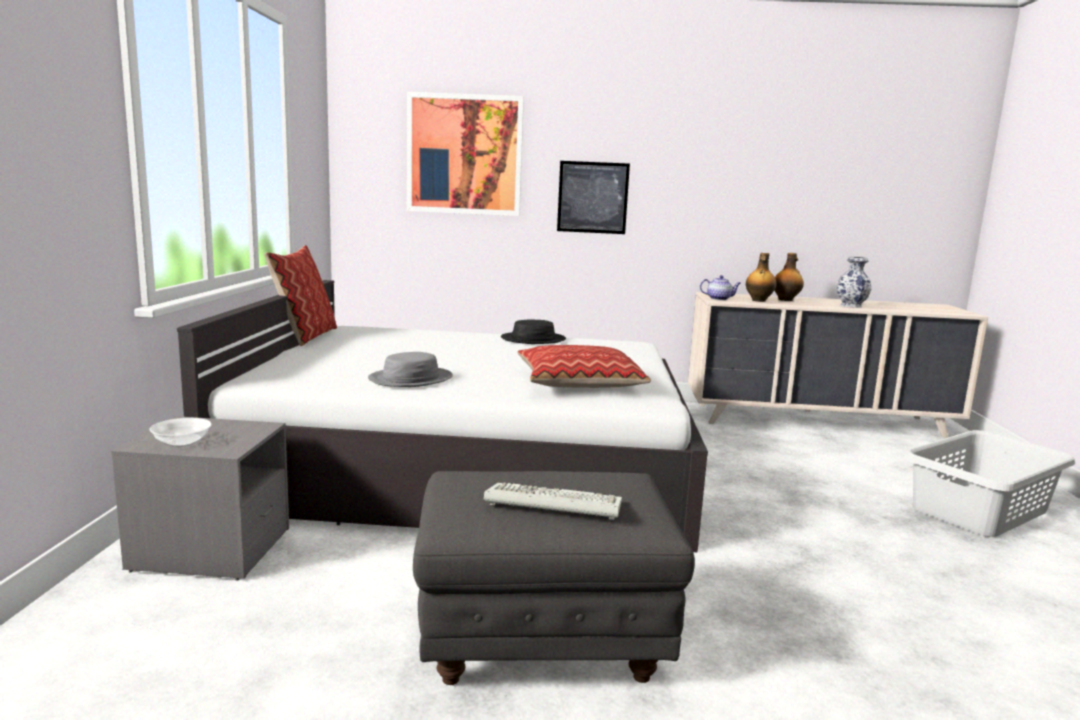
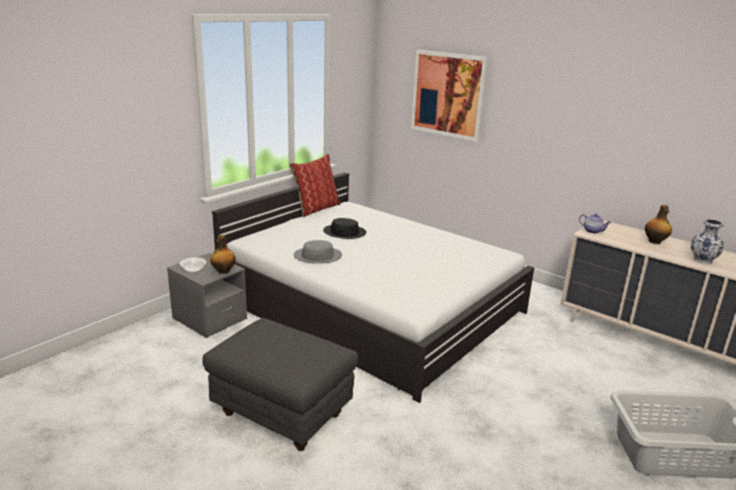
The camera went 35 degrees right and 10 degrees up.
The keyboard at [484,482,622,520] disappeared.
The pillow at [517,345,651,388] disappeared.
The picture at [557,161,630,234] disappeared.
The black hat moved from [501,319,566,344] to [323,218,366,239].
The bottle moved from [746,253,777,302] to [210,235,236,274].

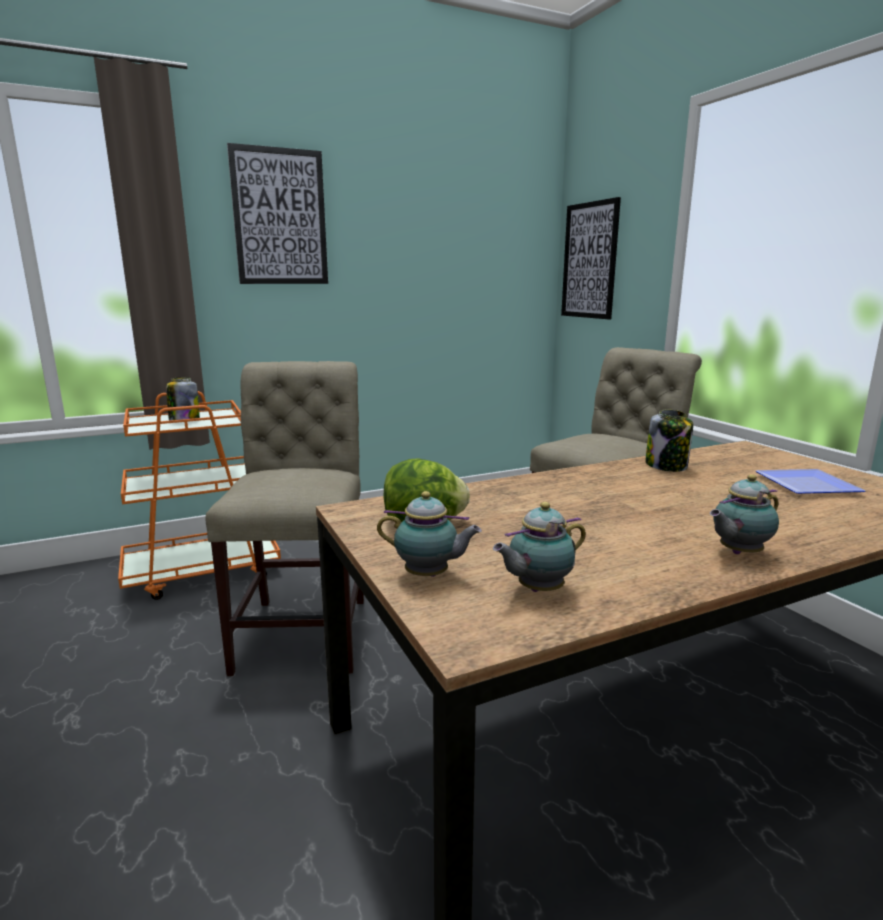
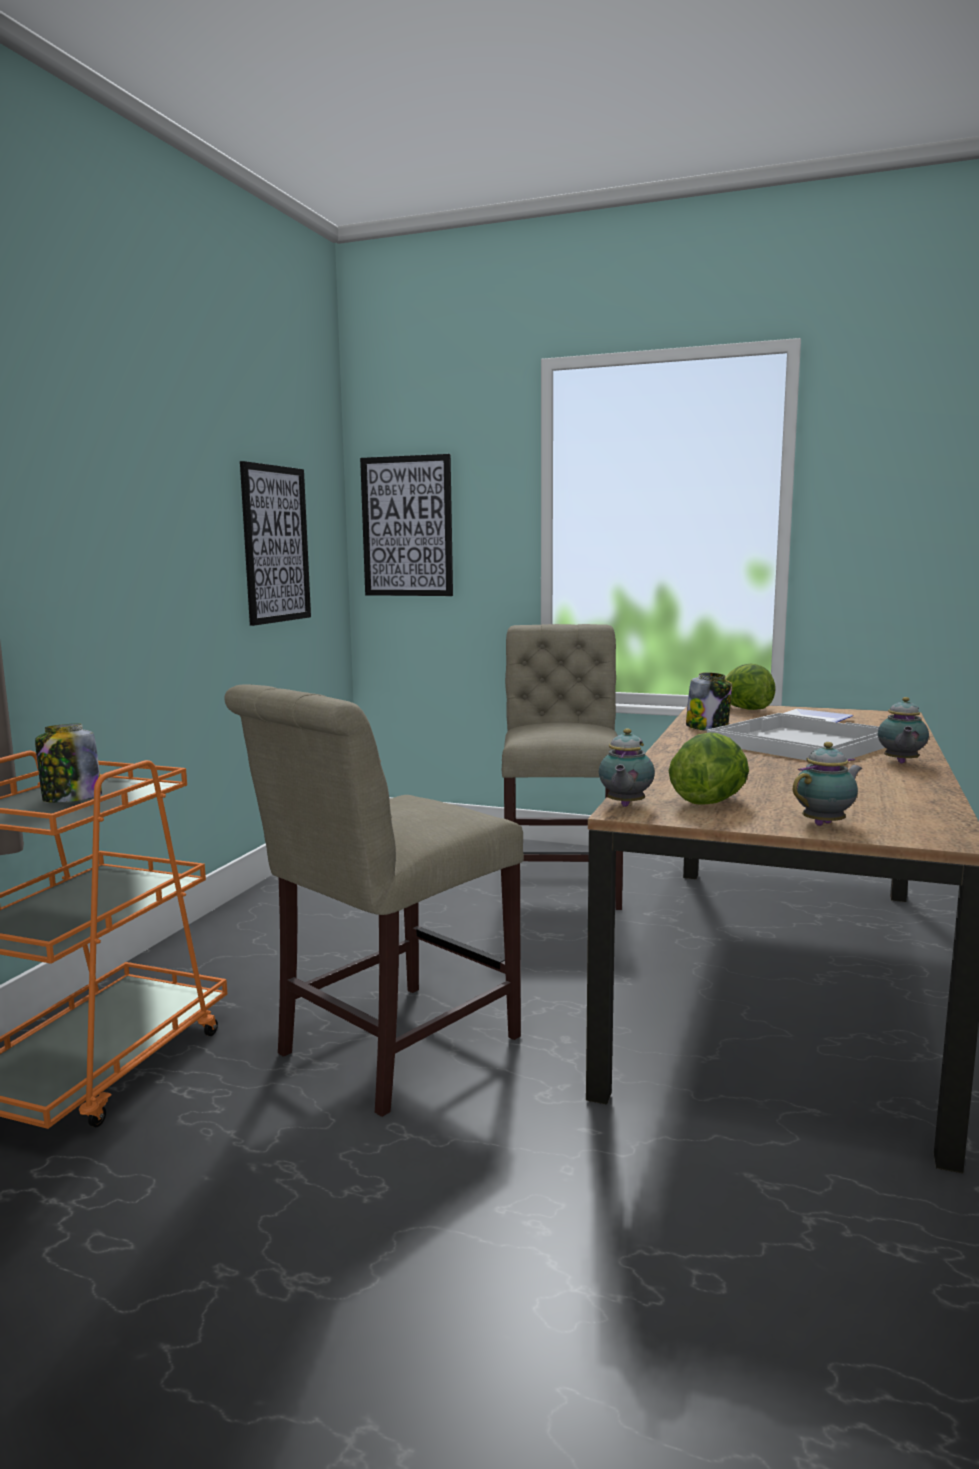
The camera went 45 degrees left and 5 degrees down.
The white tray at [707,713,885,760] appeared.
The lettuce at [725,664,776,710] appeared.
The picture moved from [227,143,328,284] to [240,461,311,626].
The teapot moved from [493,502,586,592] to [599,728,655,807].
The beige chair at [205,361,364,676] turned 90 degrees counterclockwise.

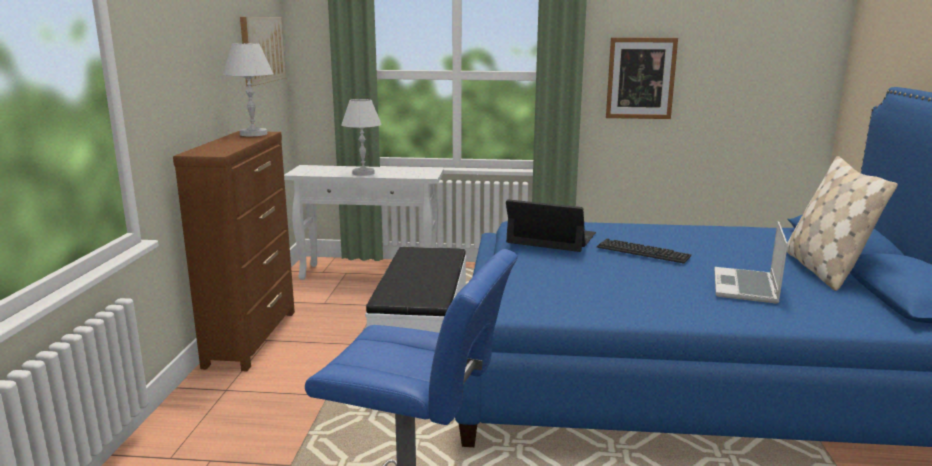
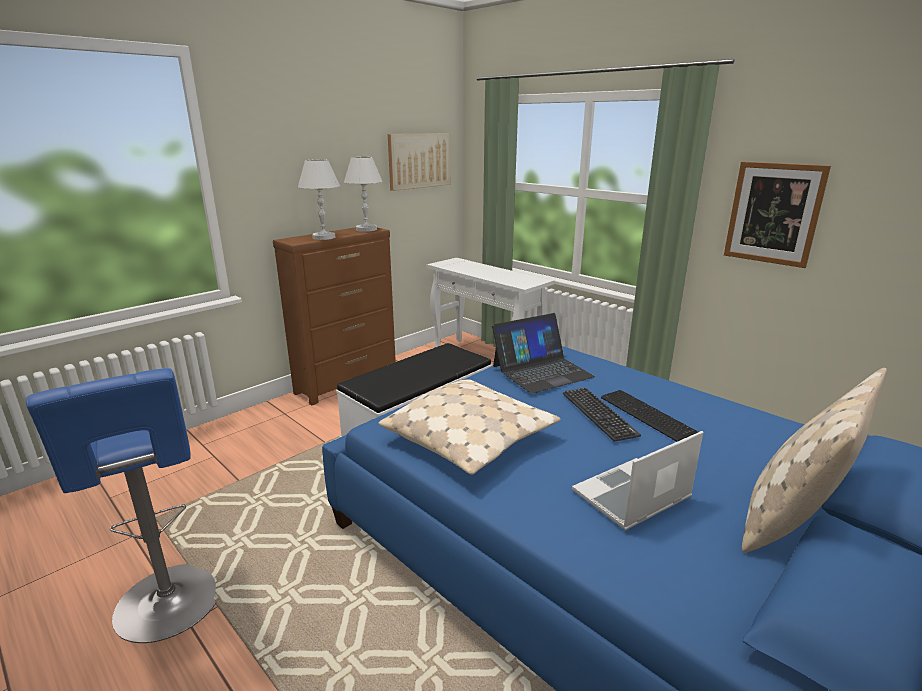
The camera went 40 degrees right and 5 degrees up.
The beige pillow at [378,379,561,475] appeared.
The keyboard at [601,390,698,442] appeared.
The white table lamp moved from [341,99,381,176] to [298,159,340,240].
The laptop at [506,199,596,252] turned 90 degrees clockwise.

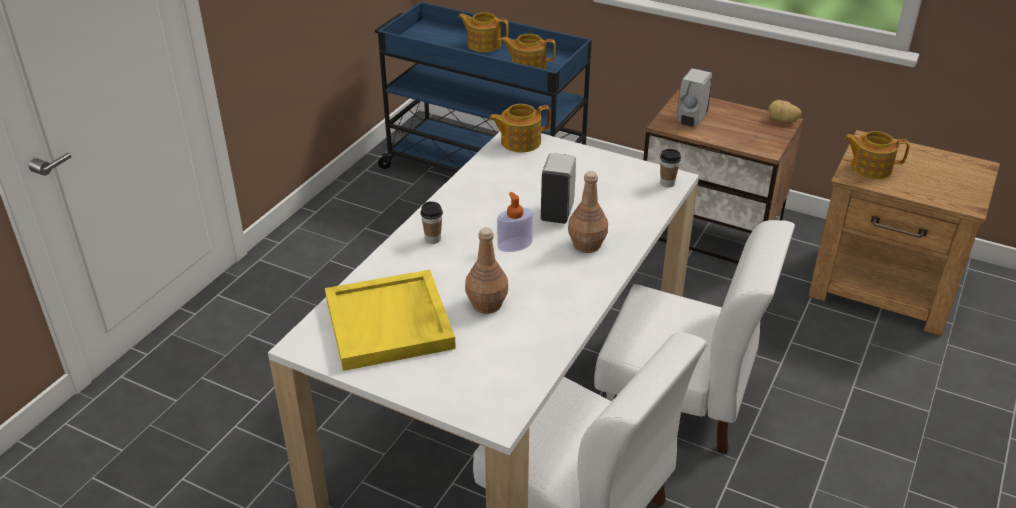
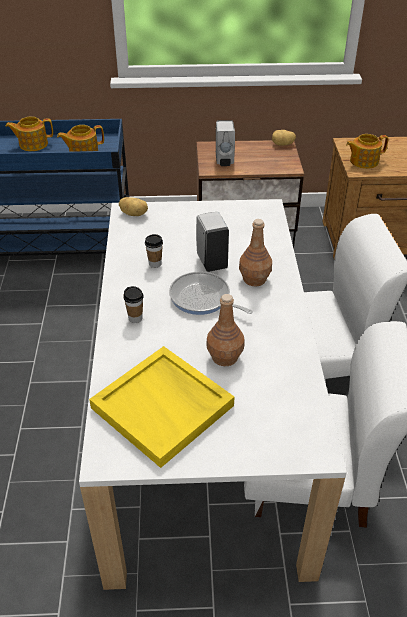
The camera went 30 degrees left and 5 degrees up.
The cup moved from [660,149,681,188] to [145,234,163,268].
The teapot at [489,104,551,152] was replaced by the potato at [119,197,148,216].
The soap dispenser at [497,192,533,252] was replaced by the frying pan at [169,271,253,315].

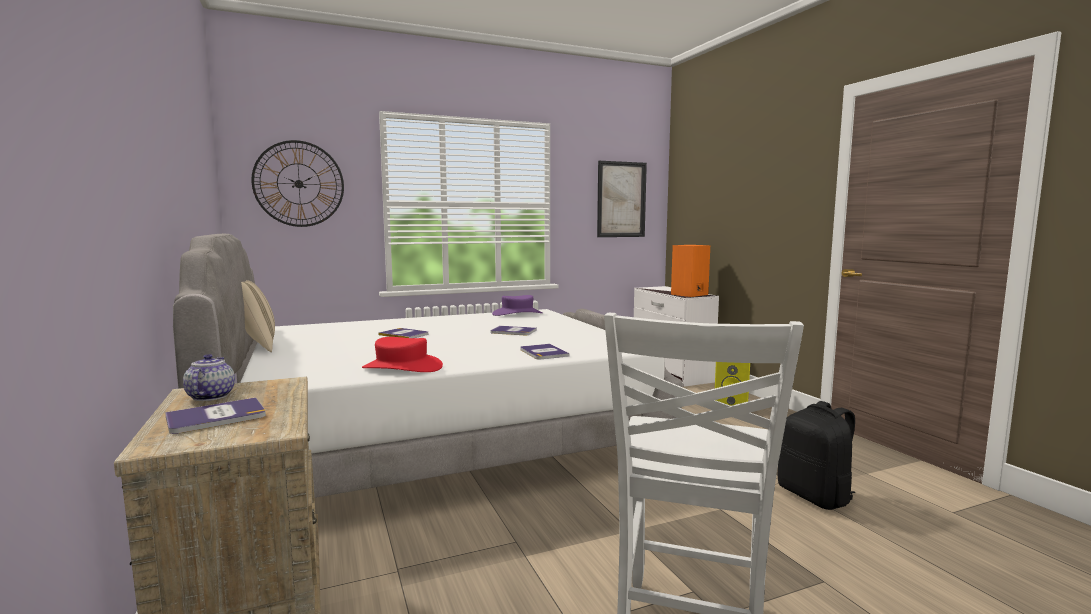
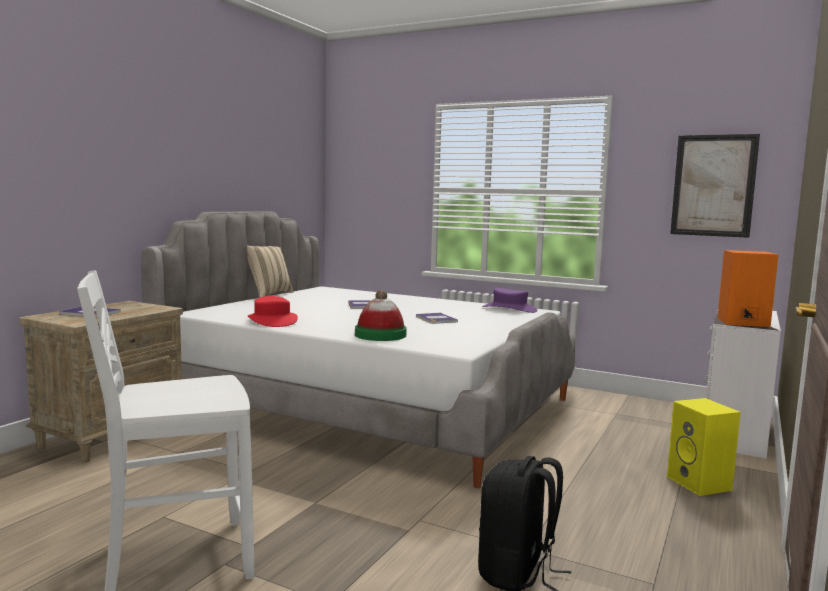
The camera went 50 degrees right and 0 degrees up.
The teapot at [183,354,235,401] disappeared.
The wall clock at [251,140,344,227] disappeared.
The book at [520,344,570,360] was replaced by the hat at [355,290,407,341].

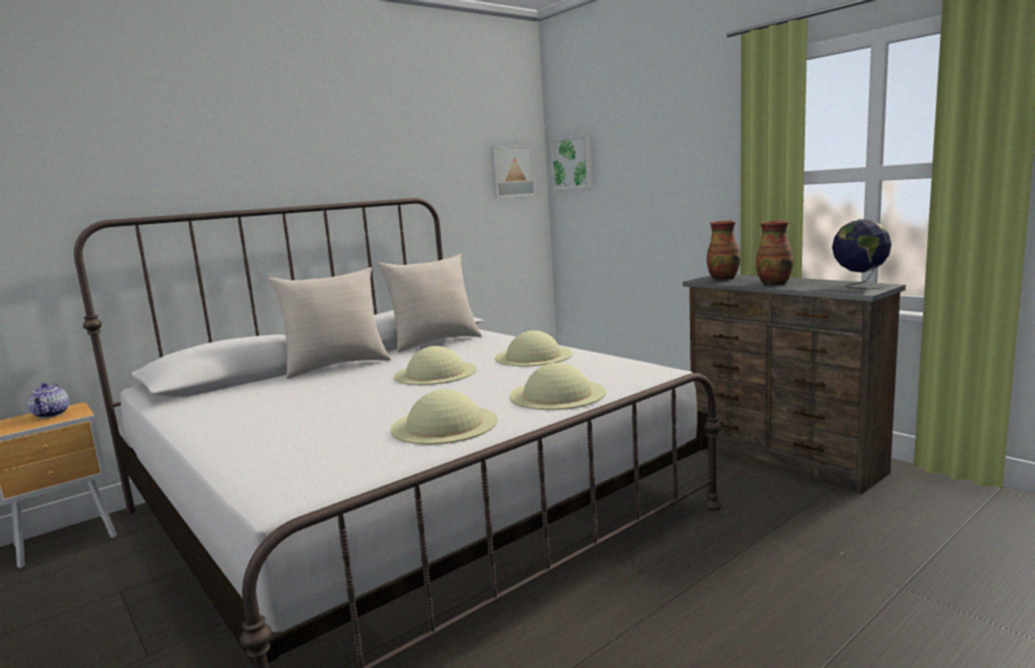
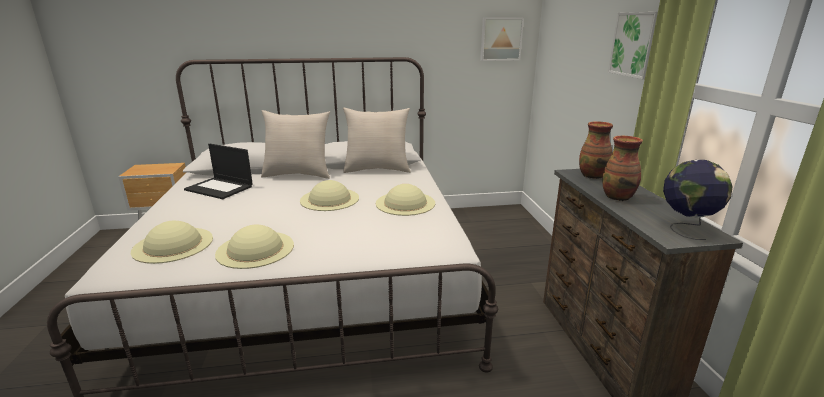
The camera went 30 degrees right and 10 degrees up.
The teapot at [28,383,69,418] disappeared.
The laptop at [184,144,253,199] appeared.
The beige hat moved from [509,363,606,410] to [131,221,213,264].
The picture moved from [550,135,592,190] to [608,12,658,79].

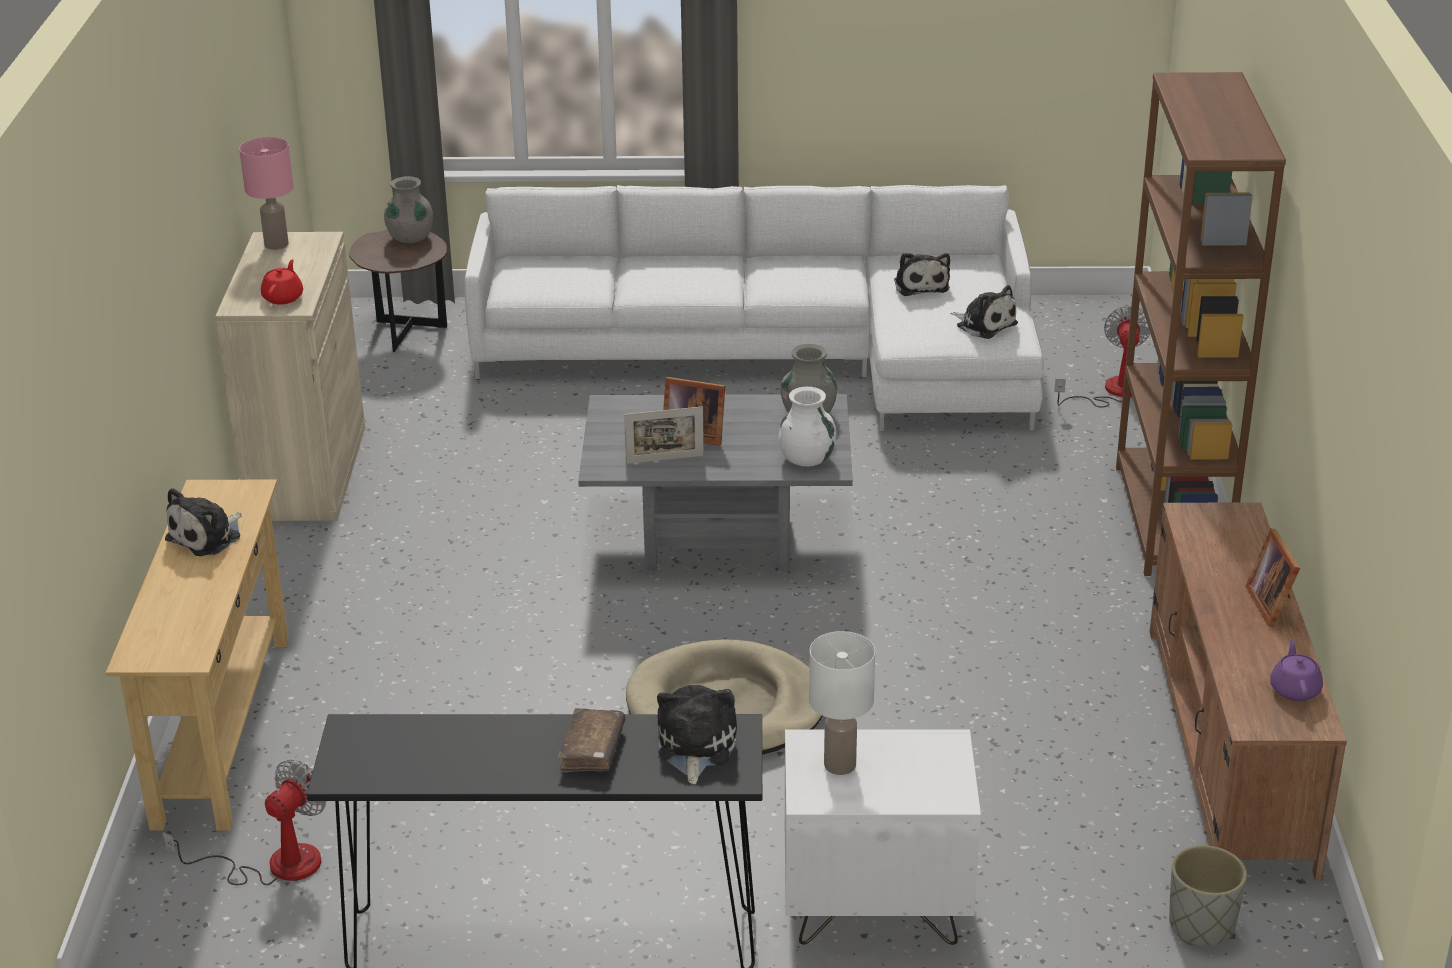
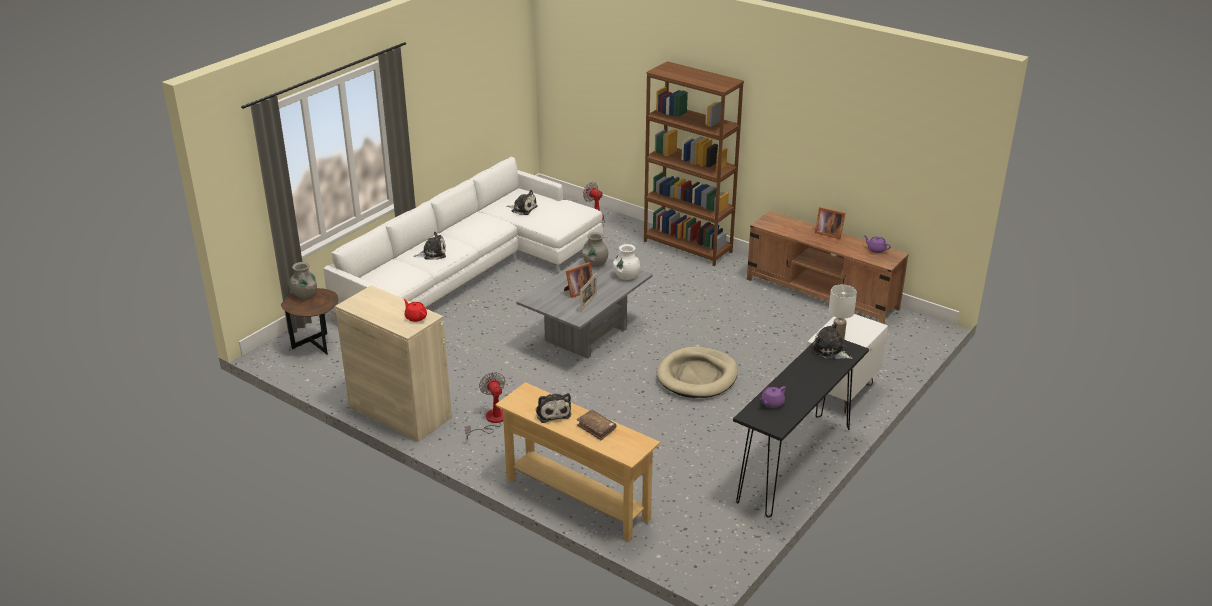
The camera went 55 degrees left and 0 degrees up.
The pink table lamp at [239,137,294,250] disappeared.
The grey planter at [1169,845,1247,946] disappeared.
The purple teapot at [760,386,786,408] appeared.
The fan moved from [162,760,326,885] to [465,372,505,439].
The brown book moved from [558,708,626,772] to [577,410,616,440].
The plush toy moved from [950,285,1018,339] to [414,232,446,260].

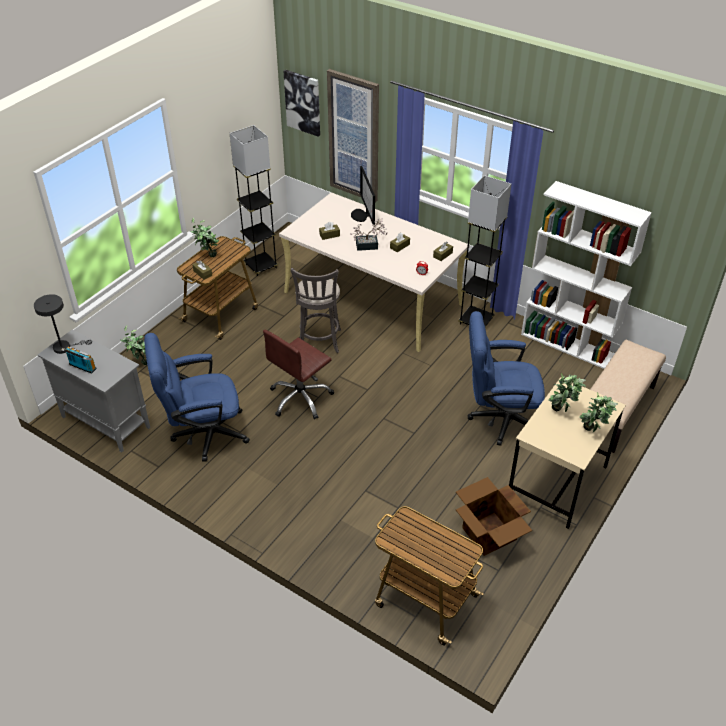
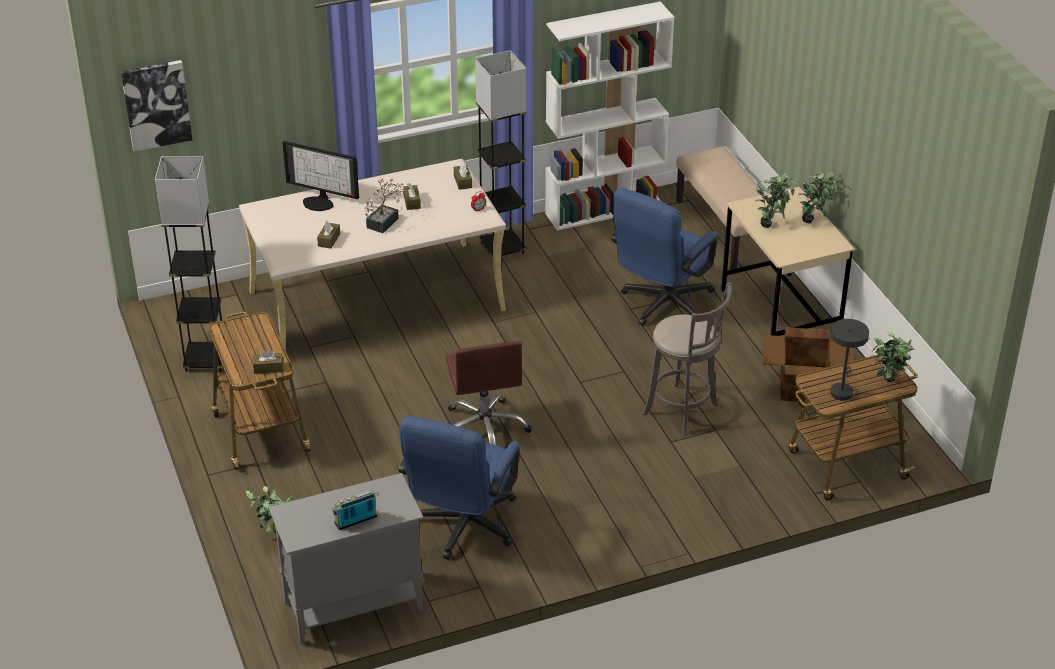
The camera went 55 degrees left and 5 degrees down.
The picture at [327,69,379,202] disappeared.
The grey table lamp moved from [34,294,92,354] to [830,319,869,401].
The potted plant moved from [190,217,219,257] to [872,332,915,382].
The grey stool moved from [290,268,341,353] to [643,282,731,435].

